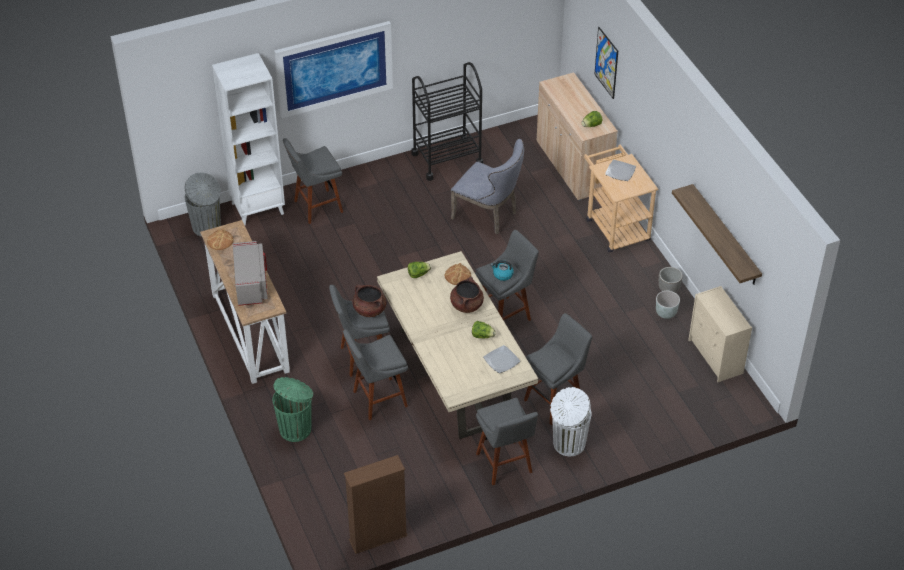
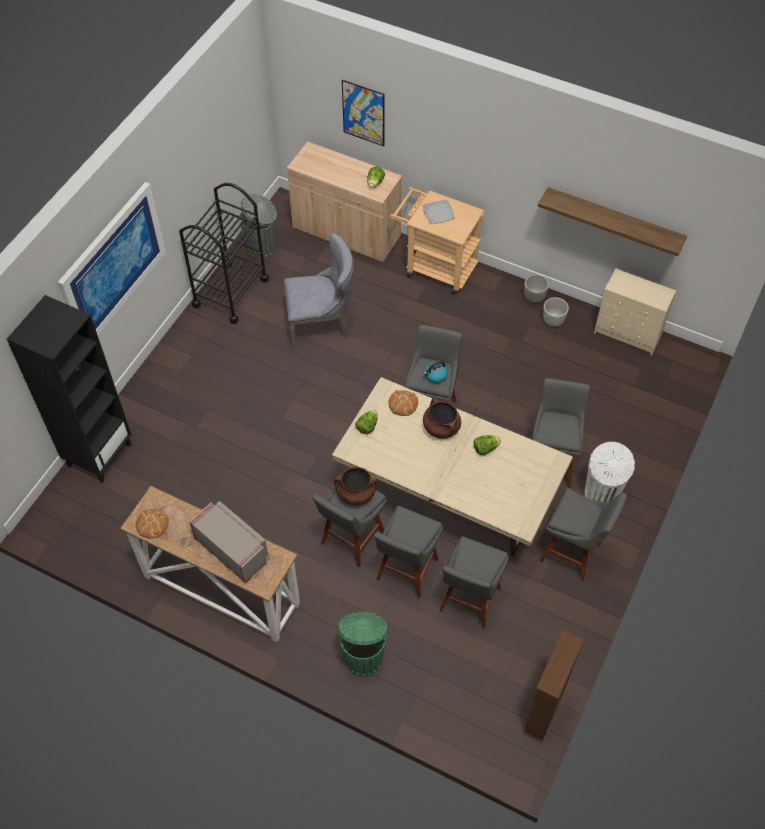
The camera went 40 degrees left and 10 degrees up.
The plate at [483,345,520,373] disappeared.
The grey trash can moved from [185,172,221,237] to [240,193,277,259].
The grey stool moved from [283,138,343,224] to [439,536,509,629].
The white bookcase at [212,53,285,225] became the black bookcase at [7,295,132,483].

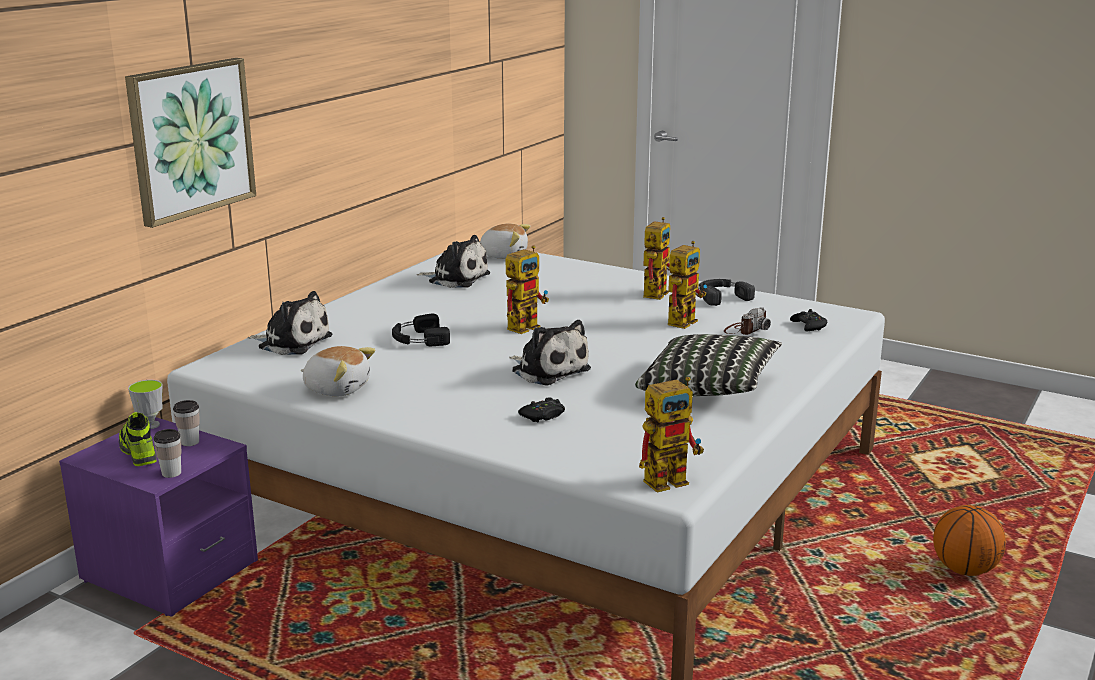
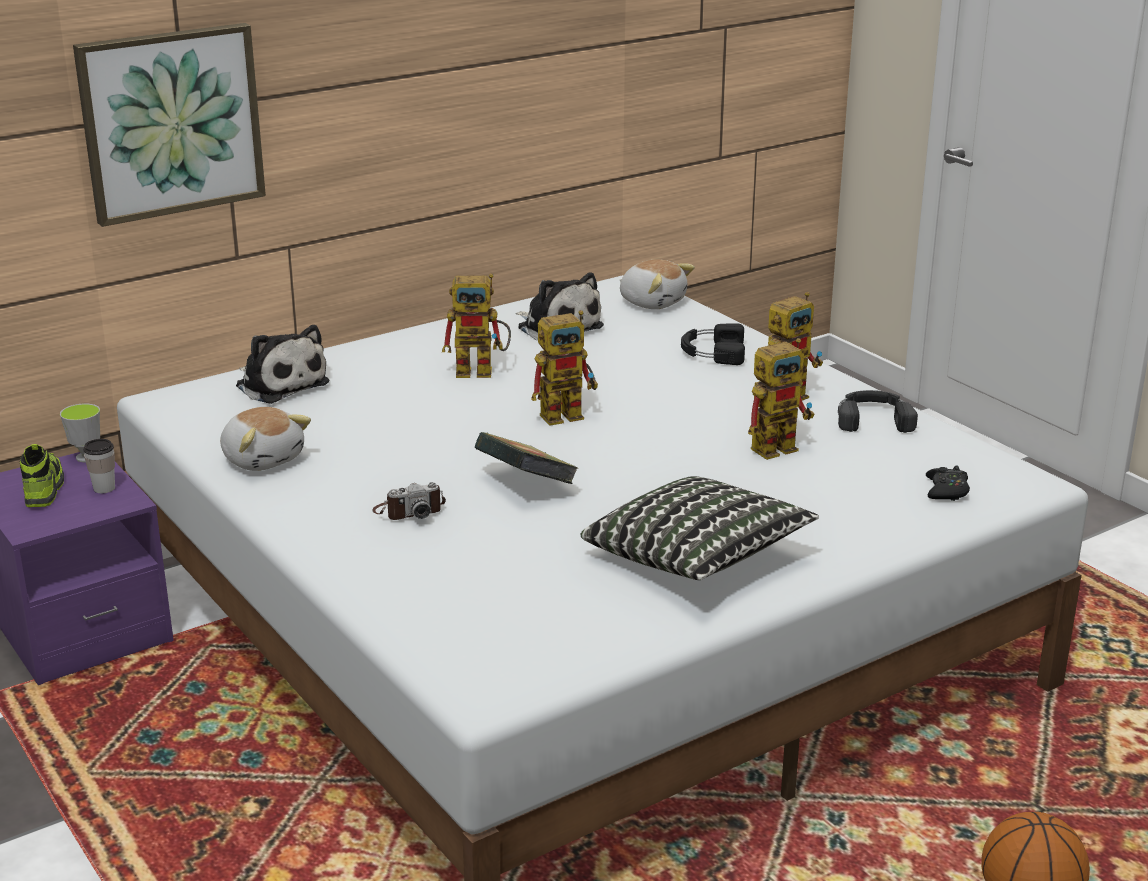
The camera went 25 degrees right and 5 degrees up.
The cup at [154,429,181,478] disappeared.
The black game controller at [518,397,565,422] disappeared.
The black headphones moved from [392,314,450,346] to [681,323,745,365].
The toy robot moved from [639,377,704,493] to [442,273,511,378].
The photo camera moved from [724,307,771,335] to [372,482,446,520].
The plush toy at [509,320,591,386] was replaced by the book at [475,432,578,484].

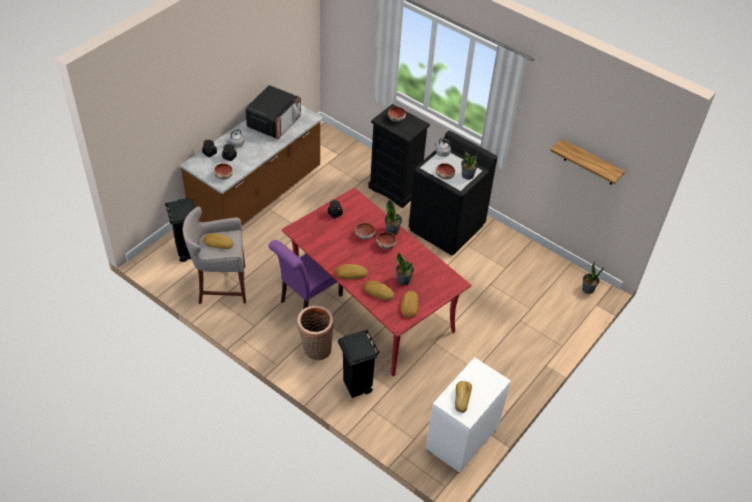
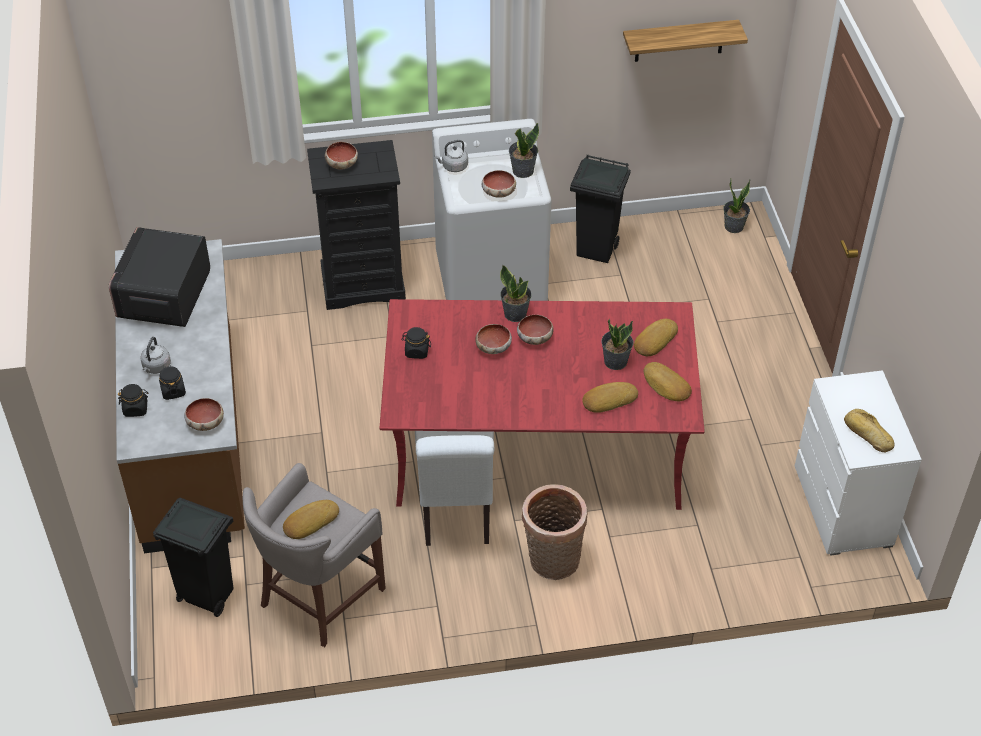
The camera went 45 degrees left and 0 degrees up.
The bread moved from [335,264,368,279] to [634,319,678,356].
The black trash can moved from [338,330,379,398] to [570,154,631,263].
The purple chair at [268,240,343,309] became the white chair at [415,431,494,546].
The black washing machine at [409,131,497,255] became the white washing machine at [432,119,552,301].
The microwave at [245,85,301,139] turned 150 degrees counterclockwise.

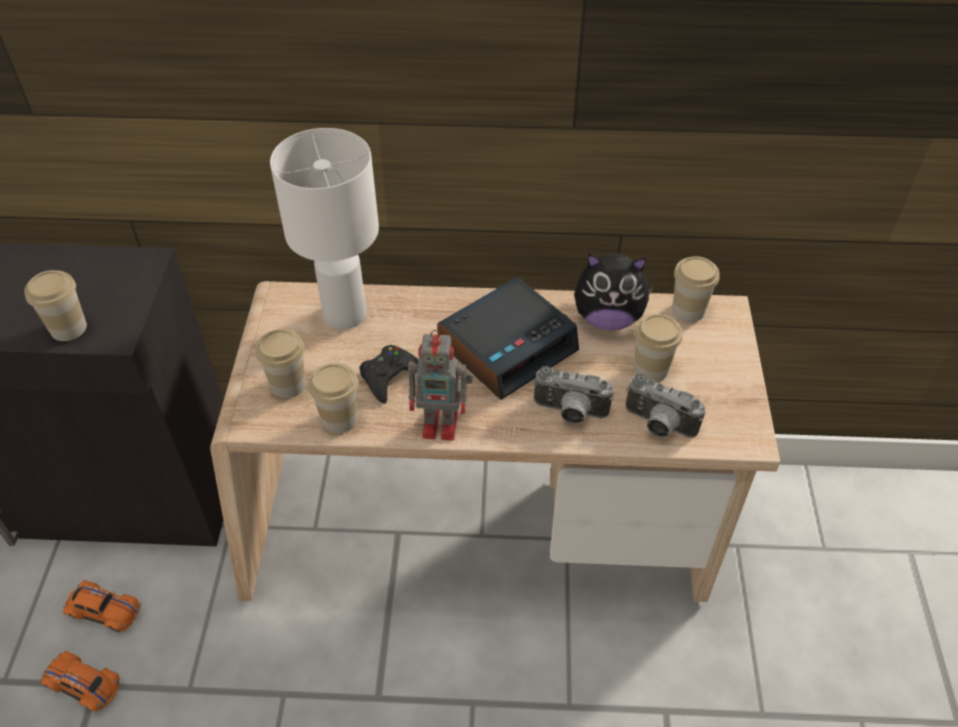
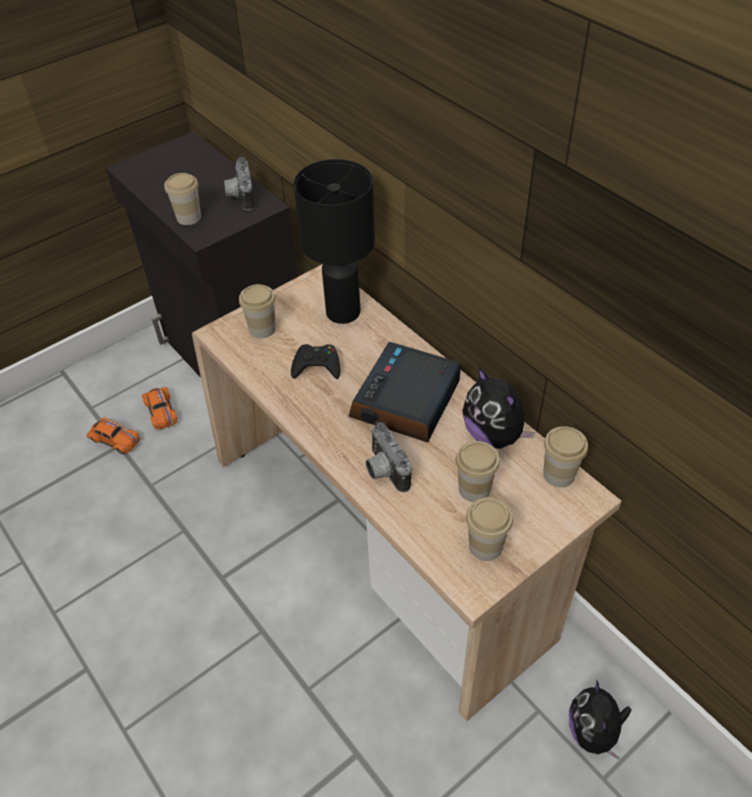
The camera went 50 degrees right and 0 degrees up.
The toy robot at [408,330,473,441] disappeared.
The plush toy at [569,680,632,759] appeared.
The cup moved from [308,363,358,434] to [466,497,513,561].
The photo camera moved from [625,373,705,438] to [224,157,254,211].
The white table lamp at [270,128,379,329] became the black table lamp at [293,159,375,324].
The orange toy car at [40,651,120,711] turned 135 degrees clockwise.
The alarm clock at [437,277,579,400] turned 105 degrees clockwise.

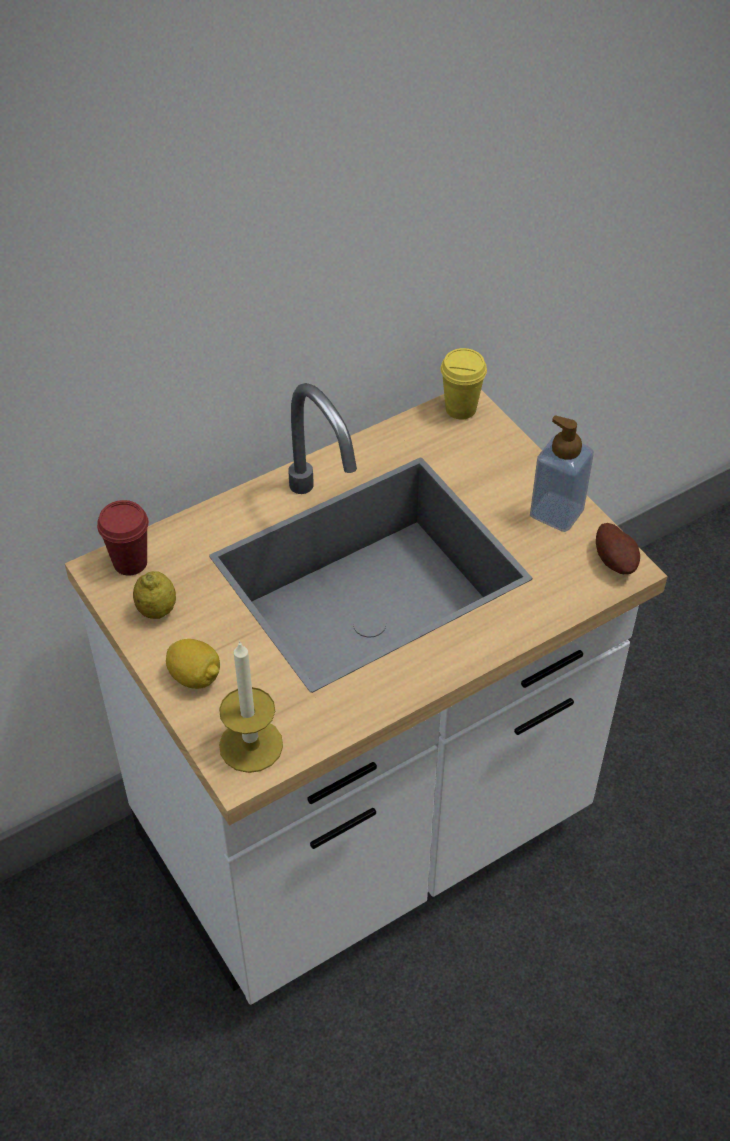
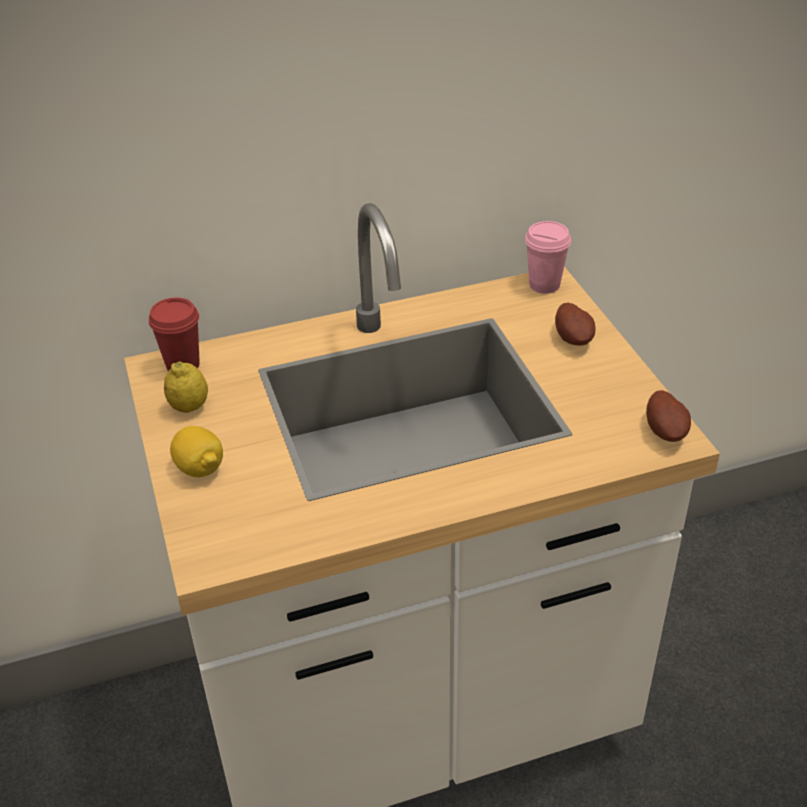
The camera went 15 degrees right and 10 degrees down.
The candle at [219,641,283,773] disappeared.
The soap dispenser at [530,415,594,532] disappeared.
The potato at [555,303,596,345] appeared.
The yellow cup at [441,348,487,419] became the pink cup at [525,221,571,294].

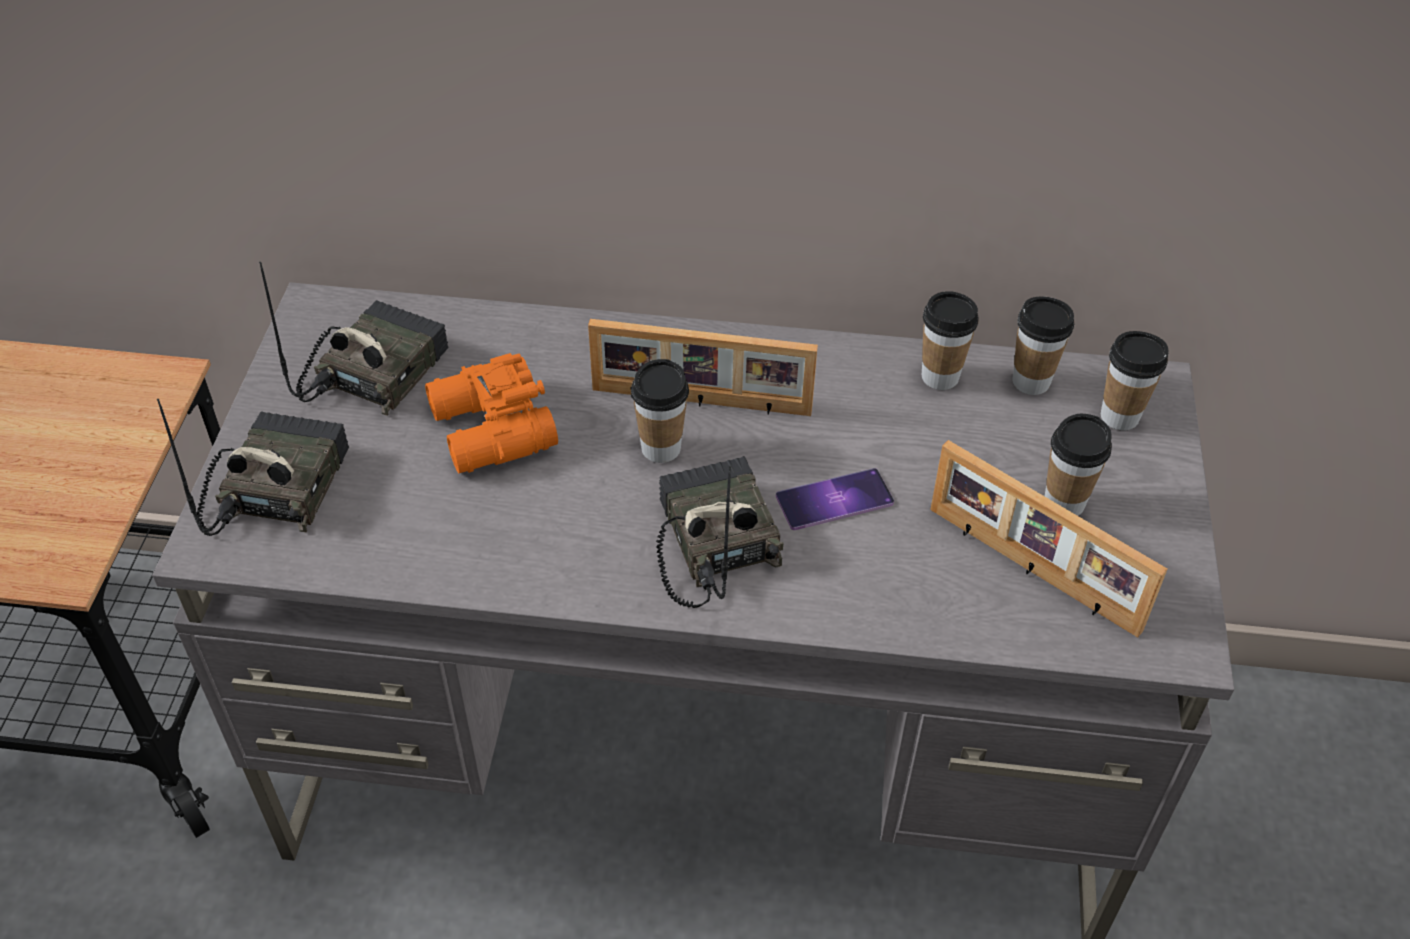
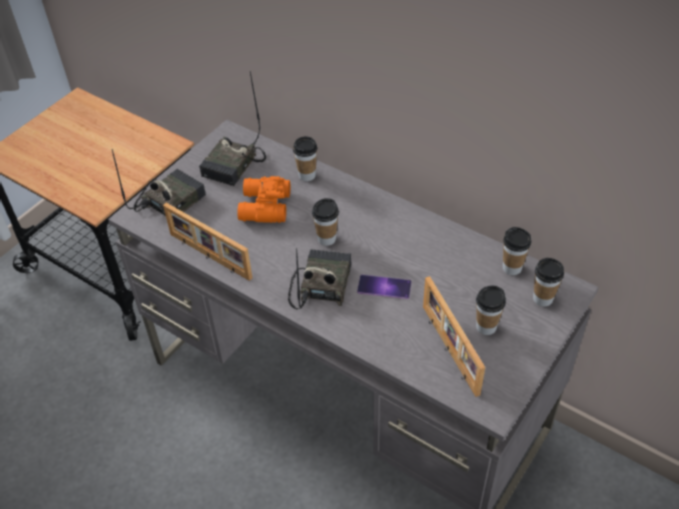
The camera went 30 degrees right and 0 degrees up.
The picture frame moved from [588,319,818,416] to [163,203,252,281].
The cup moved from [922,291,979,390] to [293,136,318,181].
The radio at [259,262,449,416] turned 150 degrees clockwise.

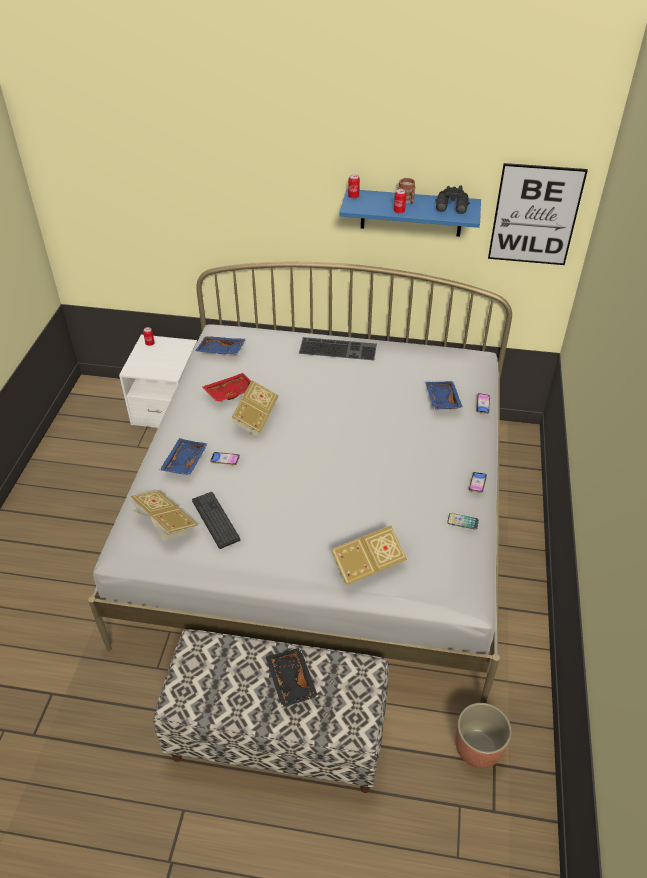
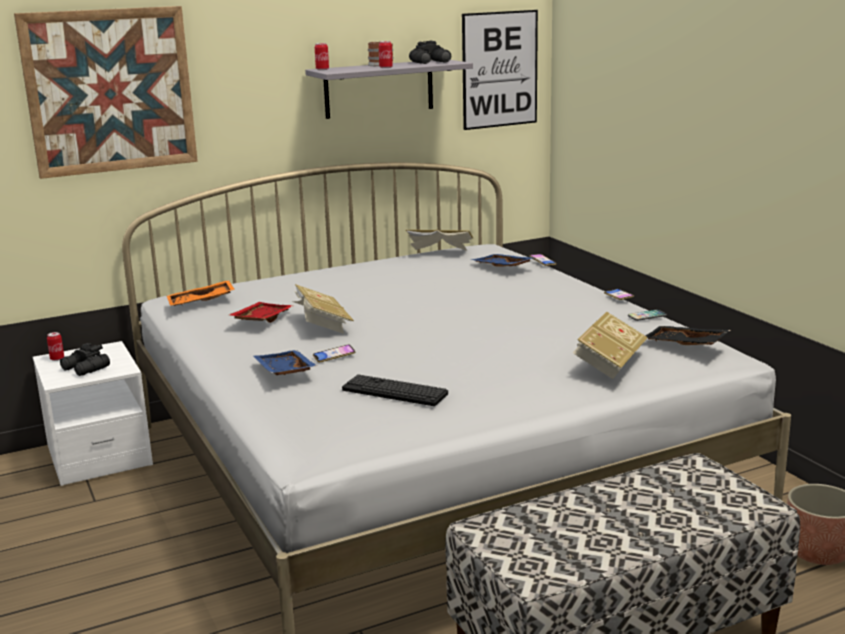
The camera went 35 degrees left and 25 degrees down.
The keyboard at [299,337,377,360] disappeared.
The picture at [14,6,198,179] appeared.
The black binoculars at [60,343,110,376] appeared.
The book moved from [130,490,198,541] to [406,229,473,251].
The black tray moved from [266,648,318,707] to [645,326,730,345].
The blue tray at [195,336,246,354] became the orange tray at [167,280,235,306].
The blue shelf at [339,189,481,237] became the grey shelf at [305,60,473,119].

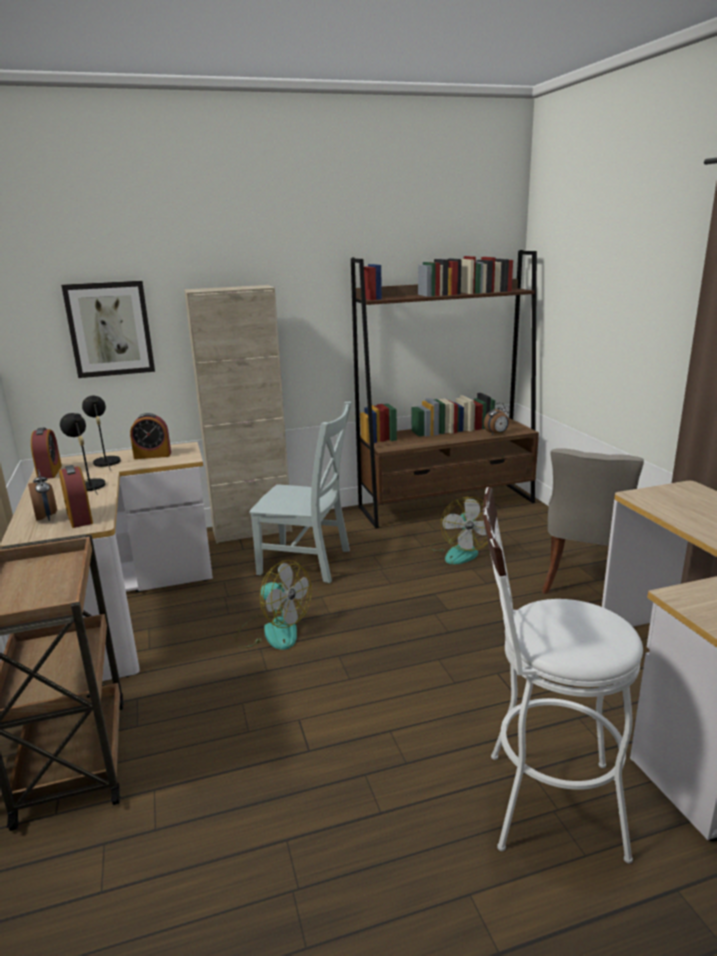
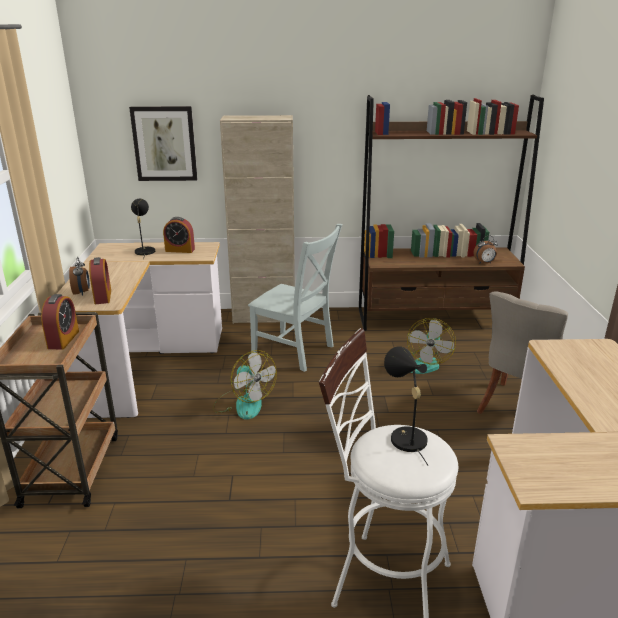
The camera went 15 degrees right and 5 degrees up.
The alarm clock moved from [31,428,62,479] to [41,294,79,350].
The black table lamp moved from [60,413,106,495] to [384,346,428,465].

